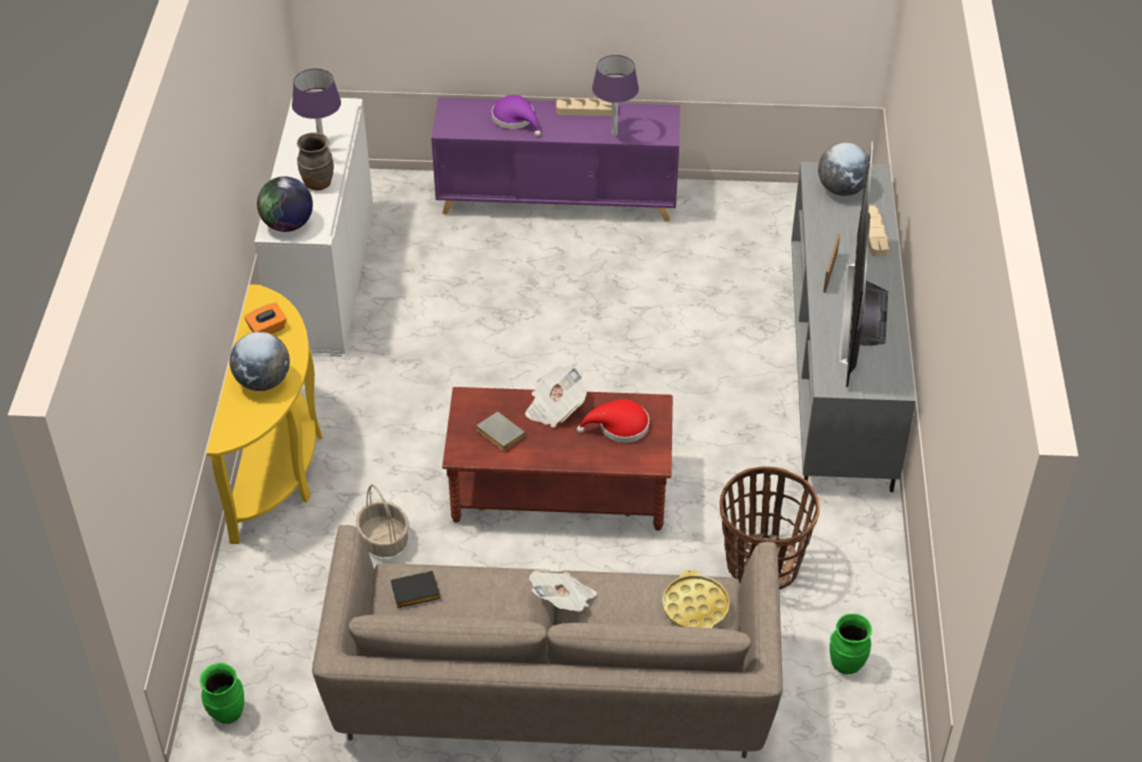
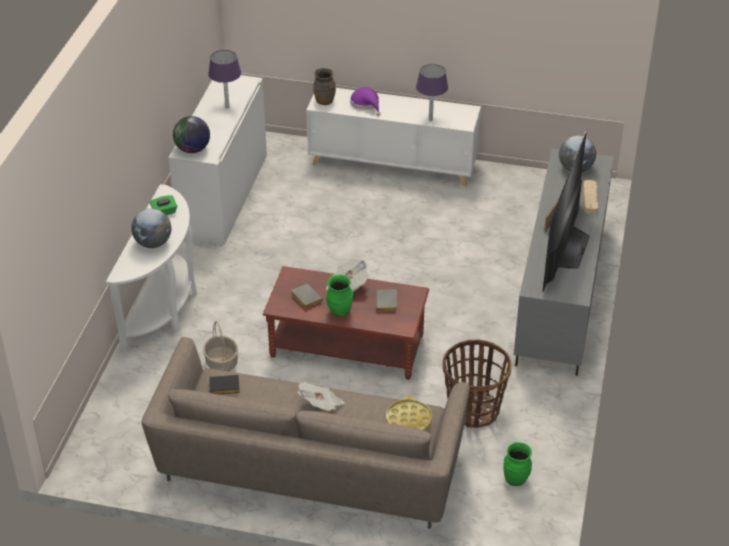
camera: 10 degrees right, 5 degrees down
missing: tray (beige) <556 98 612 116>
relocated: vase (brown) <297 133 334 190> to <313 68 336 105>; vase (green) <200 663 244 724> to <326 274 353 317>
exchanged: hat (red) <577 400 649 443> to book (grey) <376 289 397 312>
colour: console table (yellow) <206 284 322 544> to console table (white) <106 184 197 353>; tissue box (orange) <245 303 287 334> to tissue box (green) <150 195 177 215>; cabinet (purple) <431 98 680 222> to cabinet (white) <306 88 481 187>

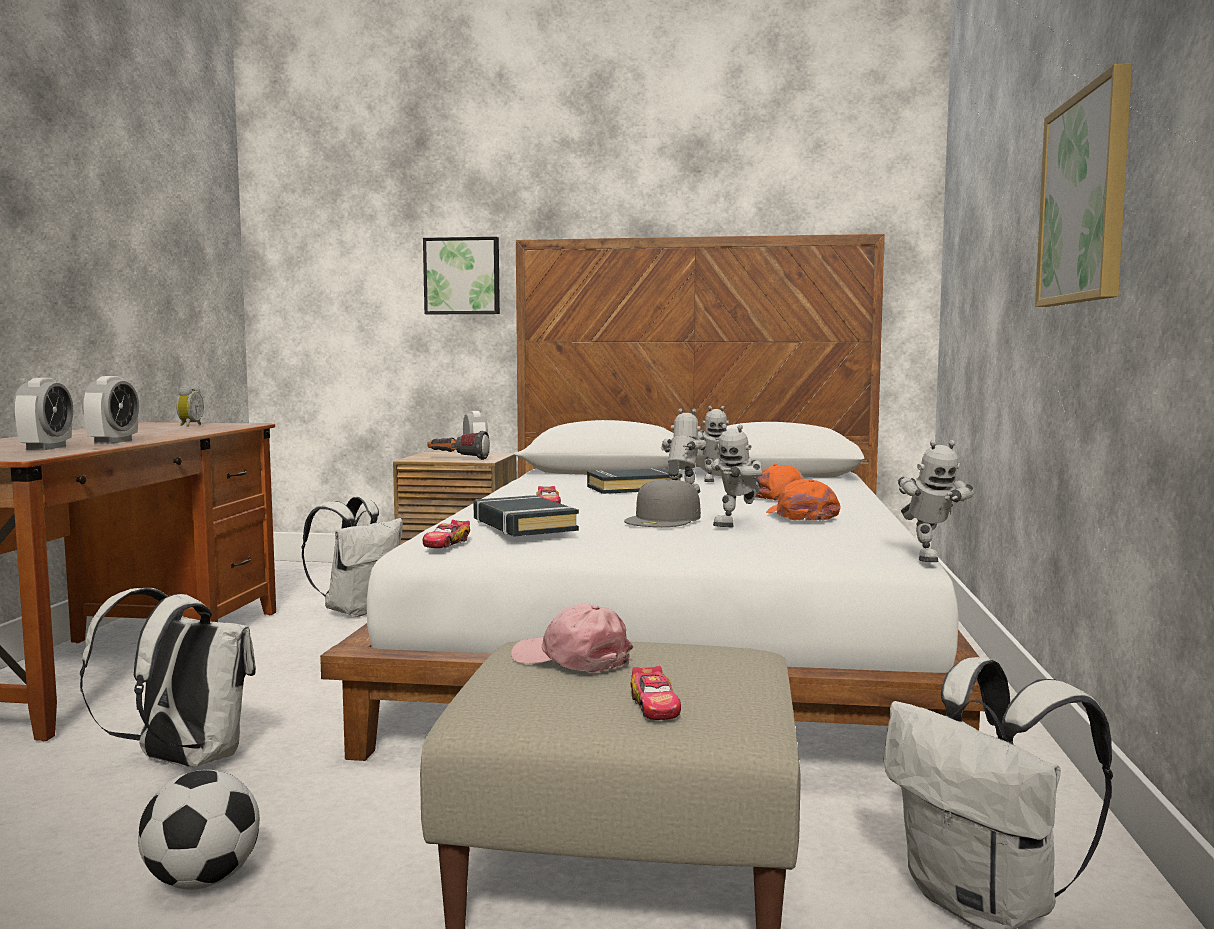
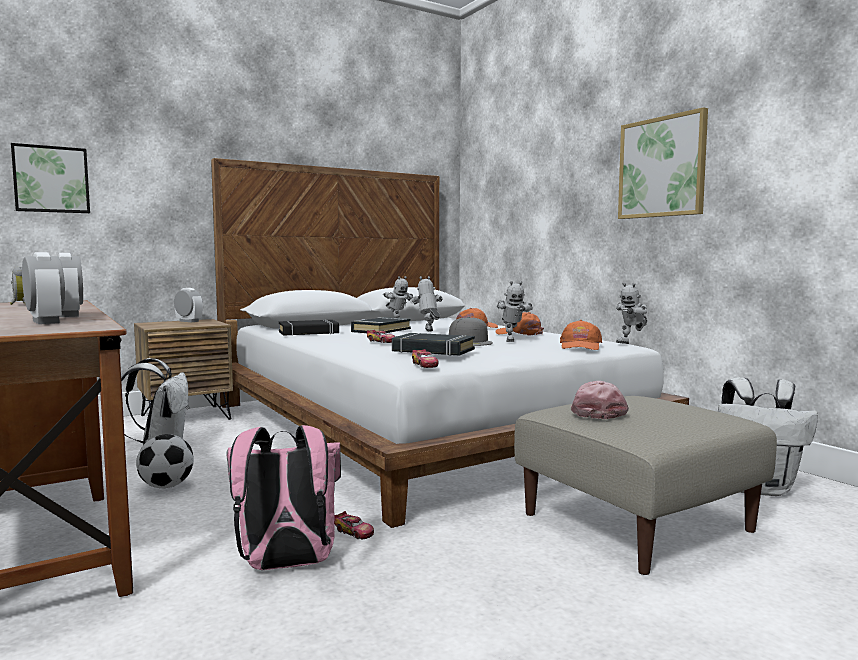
camera: 40 degrees left, 0 degrees up
missing: flashlight <427 431 490 460>
appeared: book (black) <279 320 339 336>; cap (orange) <560 320 602 350>
relocated: picture <423 237 500 314> to <11 143 90 213>; football <138 770 260 890> to <136 434 194 488>; toy car <631 666 681 720> to <334 511 374 540>
colour: backpack (white) <80 588 256 768> to backpack (pink) <227 425 341 570>
spun: cap (pink) <511 604 633 673> = <571 381 629 419> 105 degrees clockwise; toy robot <897 440 974 562> = <616 282 647 344> 90 degrees clockwise

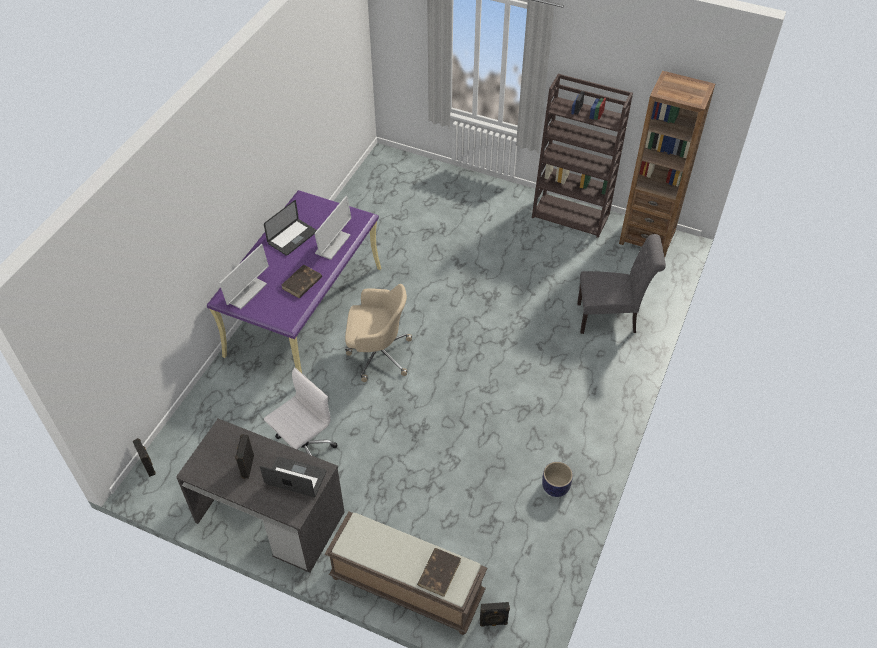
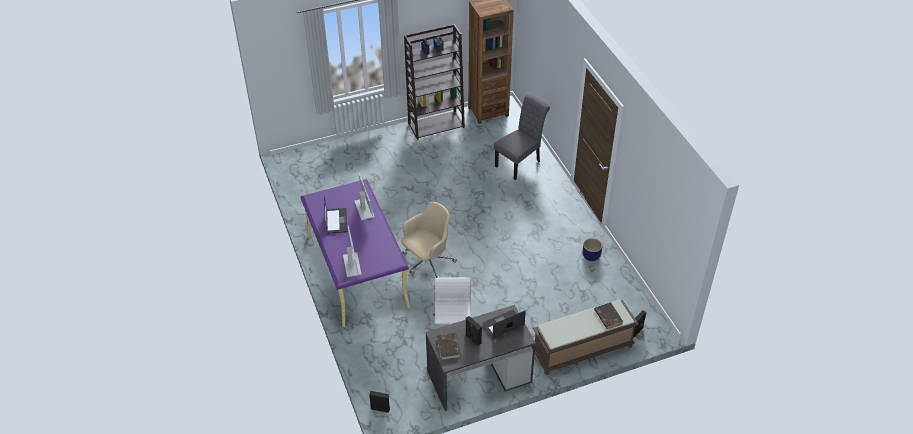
camera: 45 degrees left, 5 degrees down
relocated: book (brown) <282 264 322 298> to <437 333 461 360>

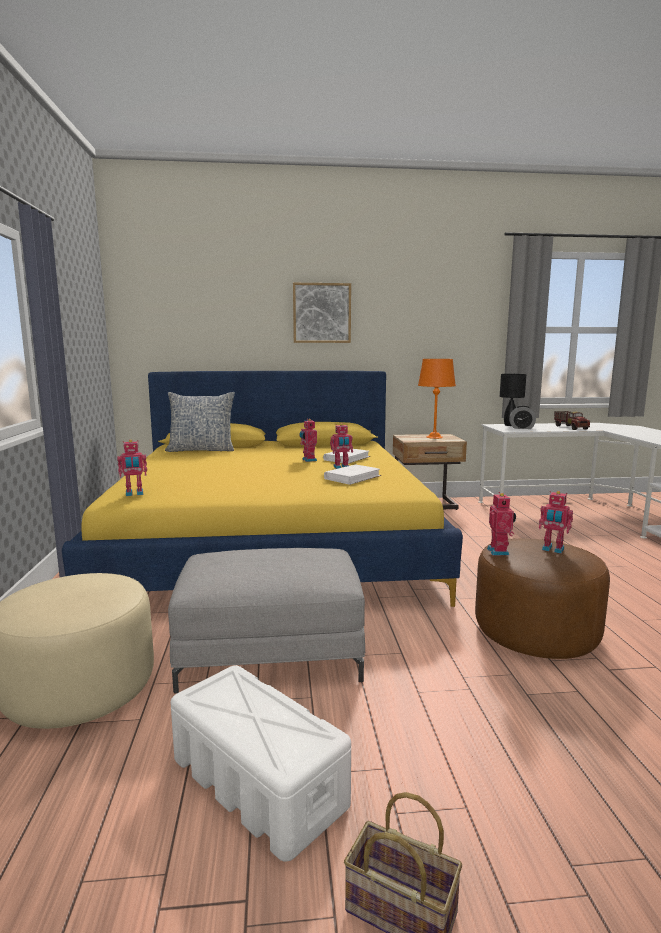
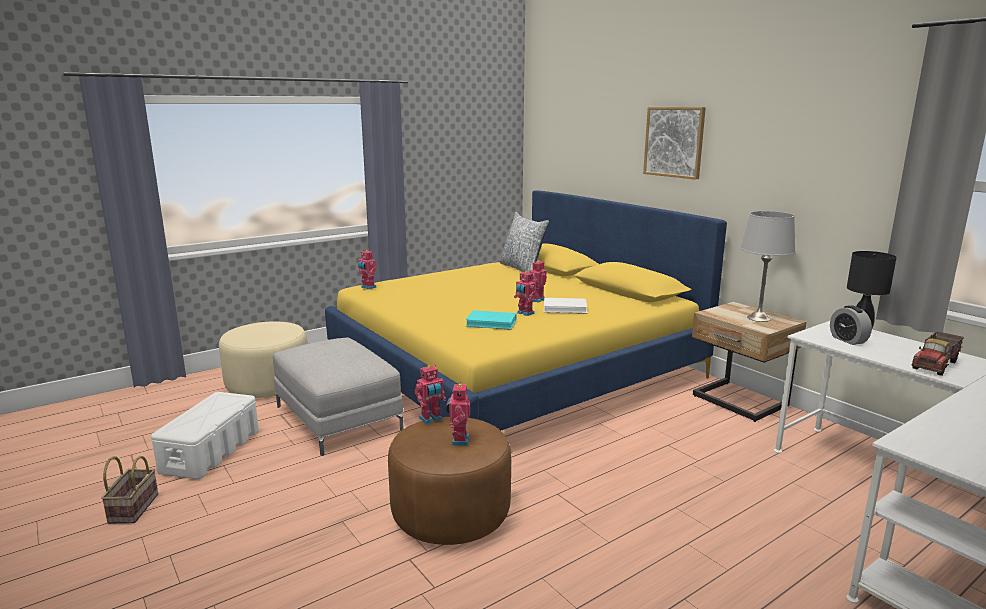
camera: 60 degrees right, 5 degrees up
colour: book (white) <324 464 381 485> to book (turquoise) <466 310 517 330>; table lamp (orange) <418 359 456 439> to table lamp (grey) <740 211 796 322>

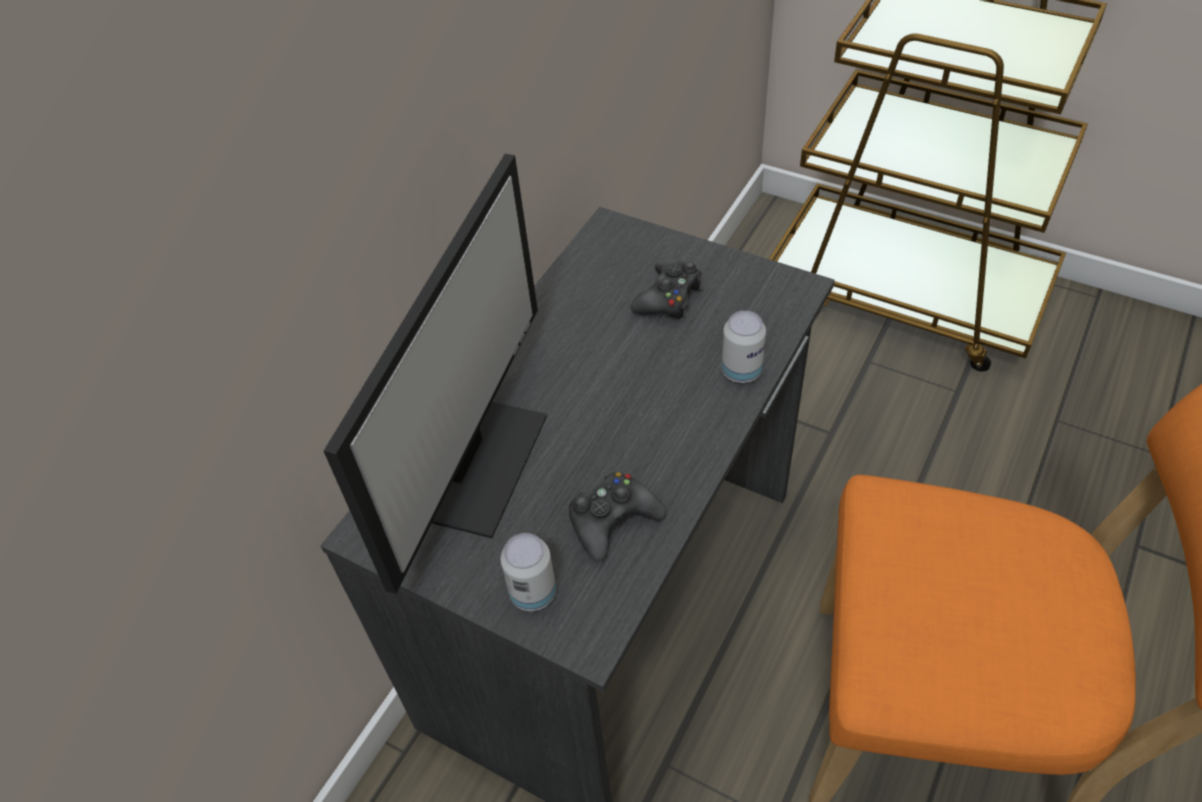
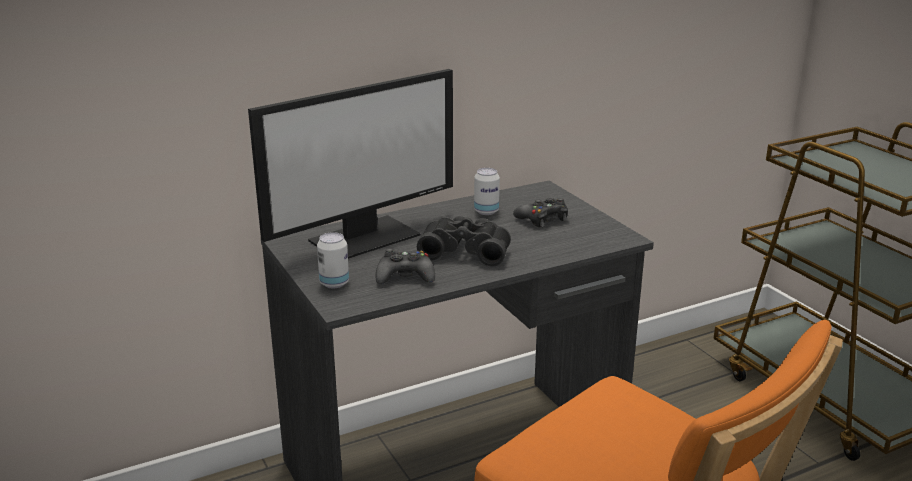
camera: 30 degrees right, 25 degrees down
appeared: binoculars (black) <417 216 511 266>
relocated: can <722 311 766 383> to <474 168 500 215>

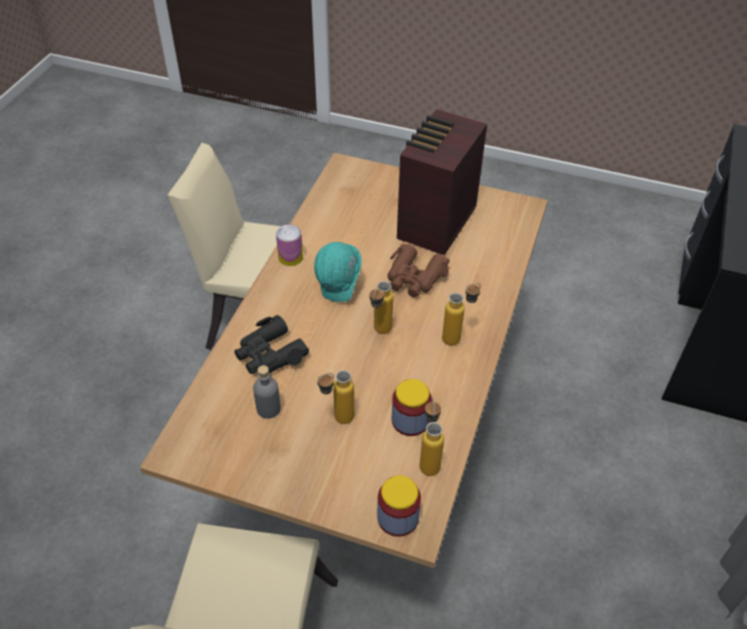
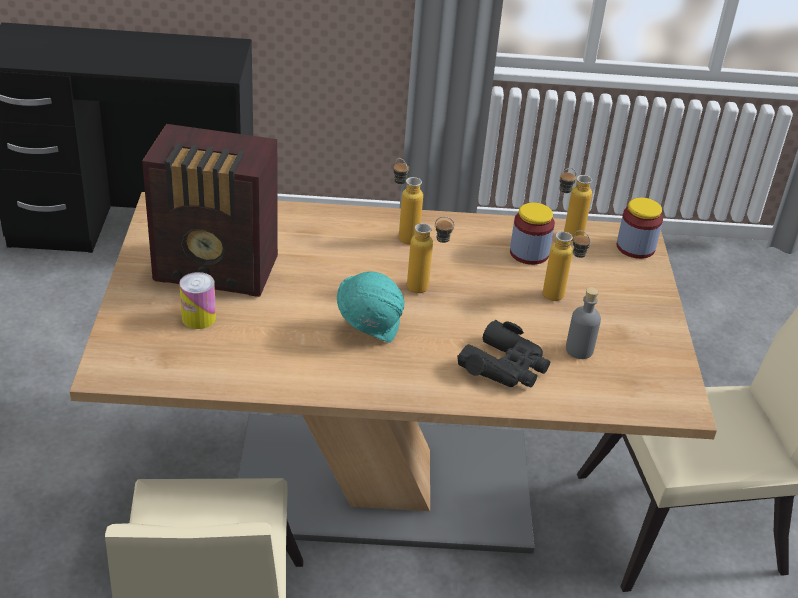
camera: 110 degrees left, 10 degrees down
missing: binoculars (brown) <387 244 450 297>
relocated: can <276 224 303 266> to <179 272 216 329>

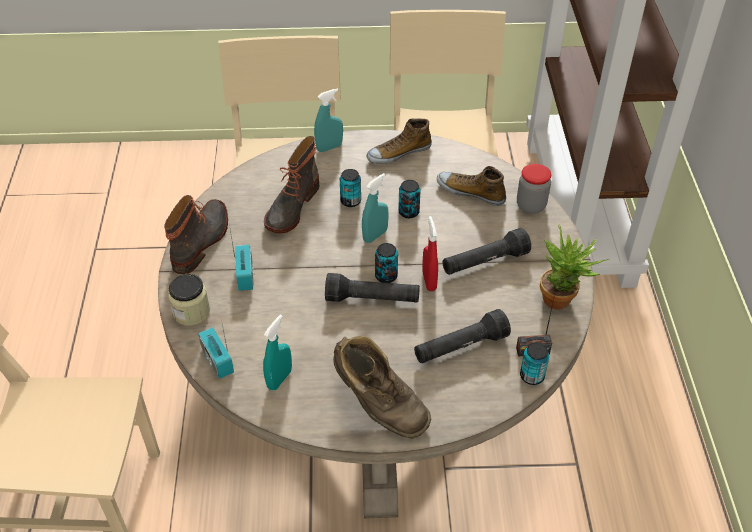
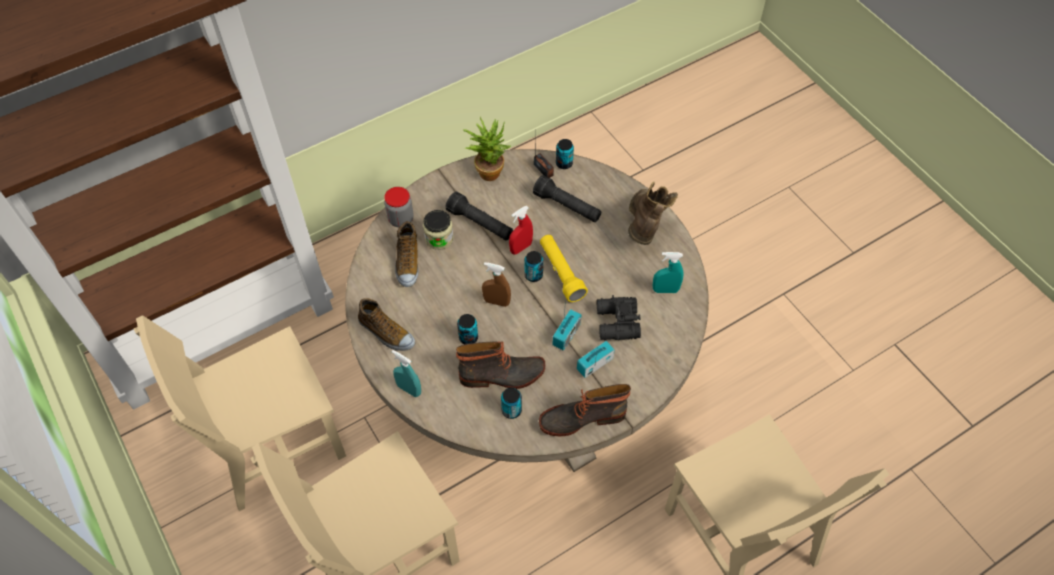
camera: 120 degrees left, 10 degrees up
appeared: binoculars (black) <597 295 641 340>
relocated: jar <168 274 210 326> to <423 210 454 250>; can <398 180 421 218> to <501 387 522 419>; radio <198 320 234 379> to <552 297 581 351>
colour: spray bottle (turquoise) <362 173 389 243> to spray bottle (brown) <482 262 511 307>; flashlight (black) <325 273 420 302> to flashlight (yellow) <540 235 588 302>

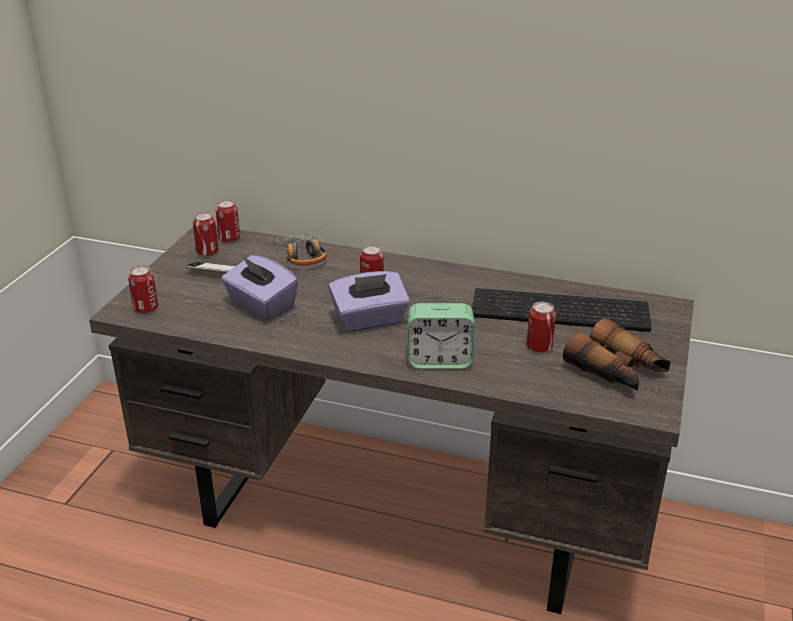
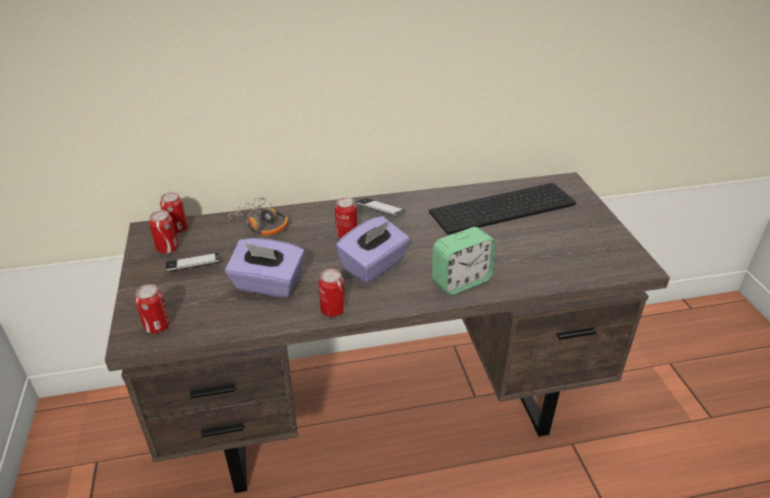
camera: 30 degrees left, 5 degrees up
missing: binoculars <563 318 671 391>
appeared: phone <356 198 406 216>
relocated: can <527 302 556 353> to <318 269 345 317>

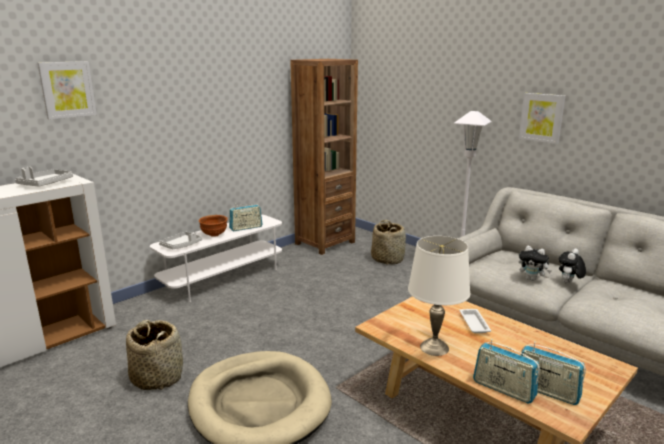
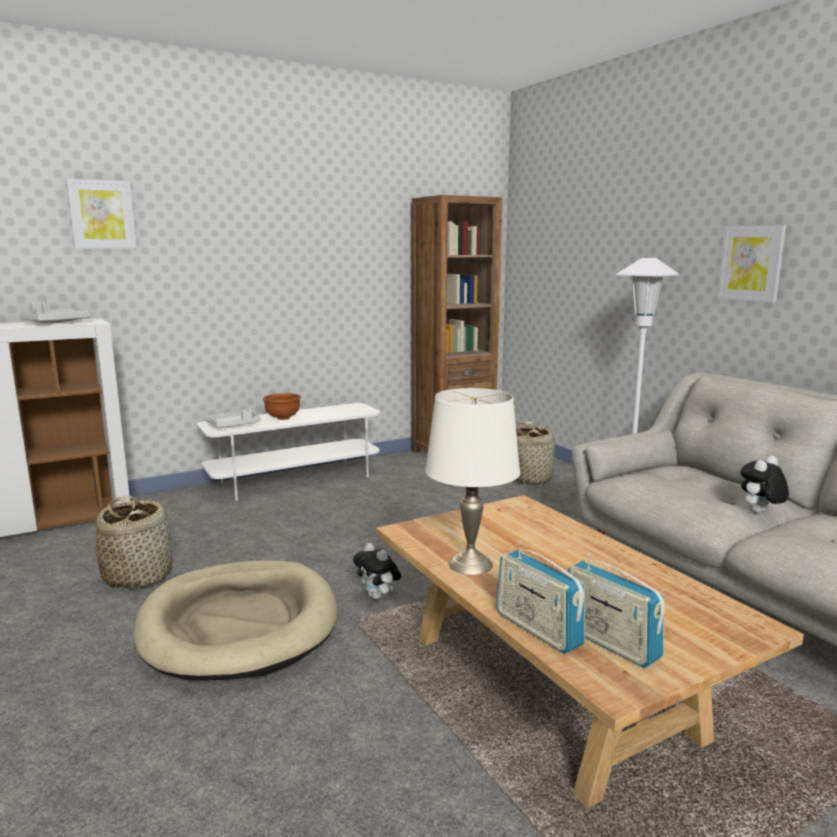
camera: 15 degrees right, 5 degrees down
missing: radio <229 203 263 231>; tray (white) <459 309 491 333>
relocated: plush toy <519 246 551 281> to <353 543 401 600>

